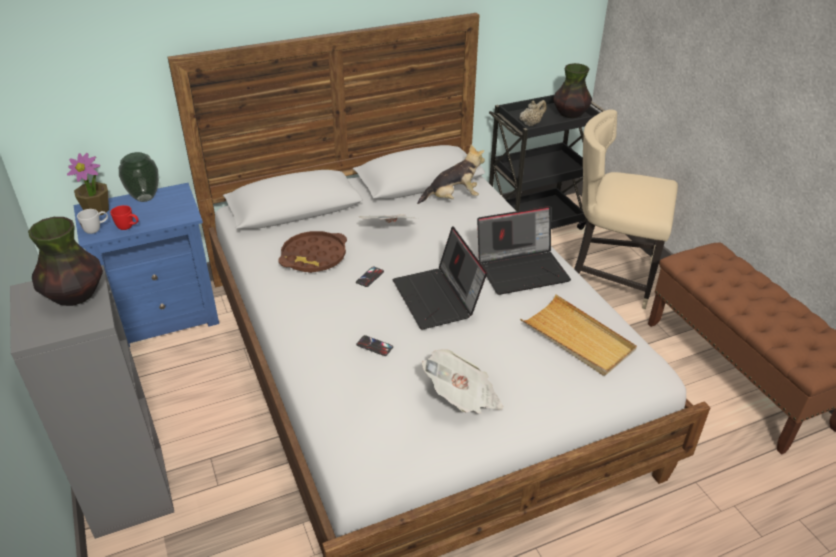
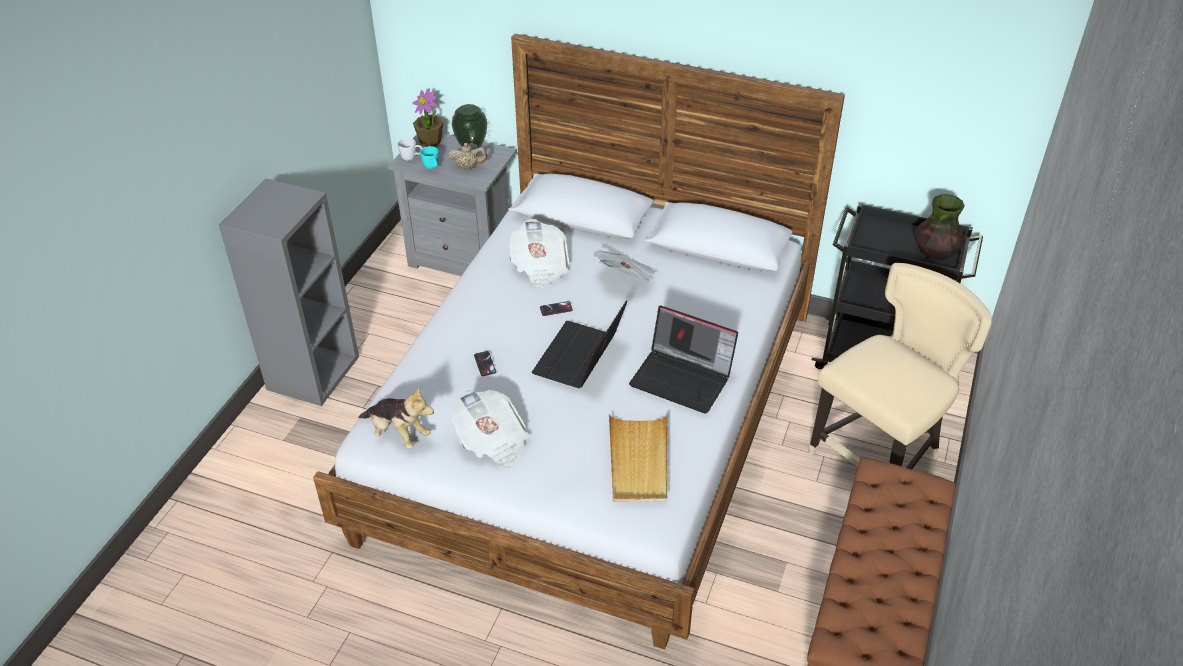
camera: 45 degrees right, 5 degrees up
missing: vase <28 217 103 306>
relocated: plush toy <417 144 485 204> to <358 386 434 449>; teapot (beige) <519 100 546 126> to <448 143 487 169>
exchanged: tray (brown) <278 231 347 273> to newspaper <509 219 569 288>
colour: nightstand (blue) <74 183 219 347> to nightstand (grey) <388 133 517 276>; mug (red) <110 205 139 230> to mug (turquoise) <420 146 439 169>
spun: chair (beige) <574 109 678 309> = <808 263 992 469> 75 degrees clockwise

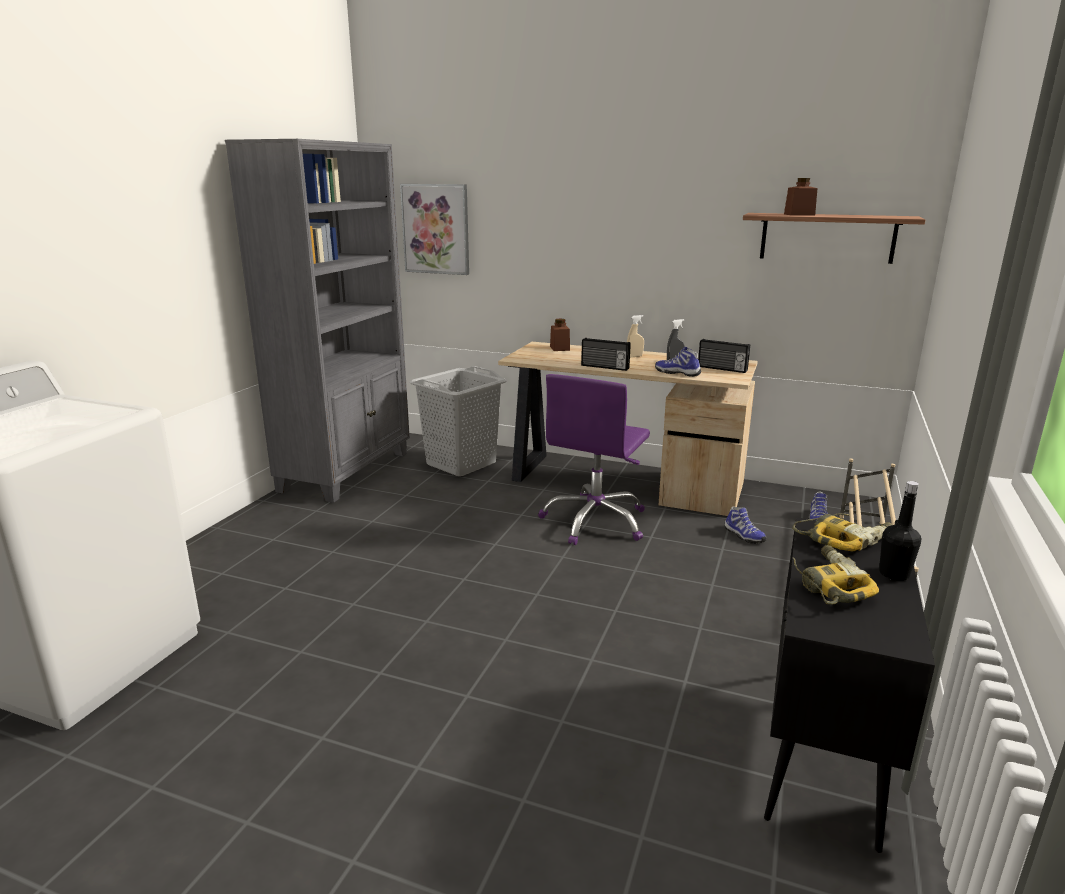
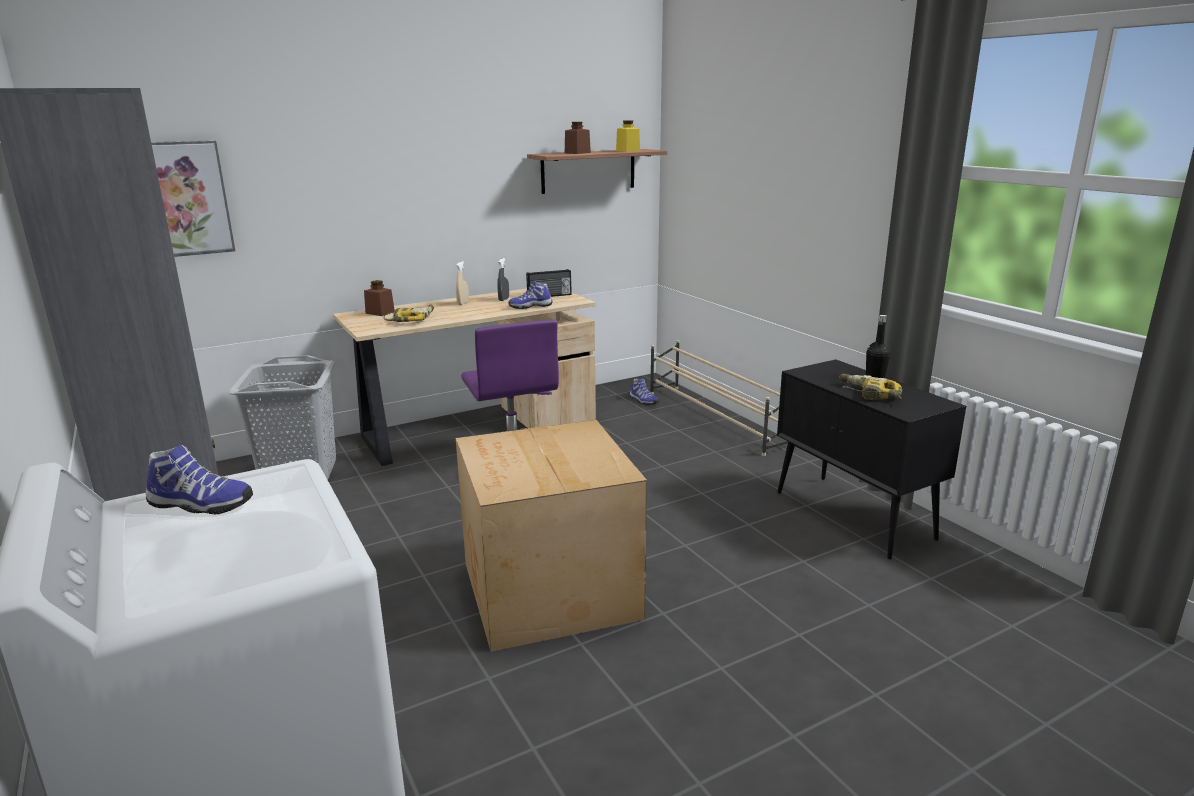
camera: 50 degrees left, 0 degrees up
missing: radio <581 338 631 371>
appeared: cardboard box <456 420 647 652>; jar (yellow) <616 120 640 152>
relocated: shoe <724 506 767 544> to <146 445 253 514>; power drill <792 513 893 551> to <384 305 434 322>

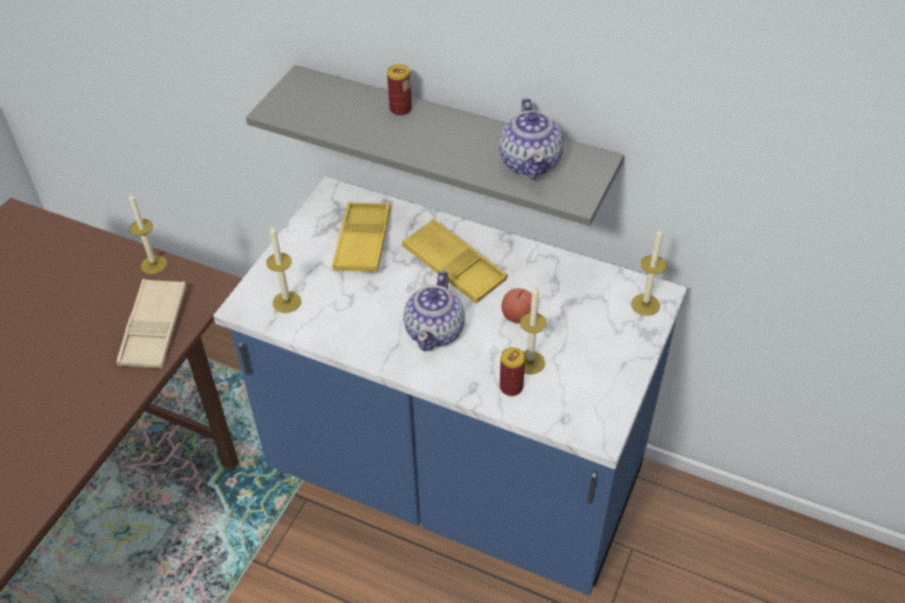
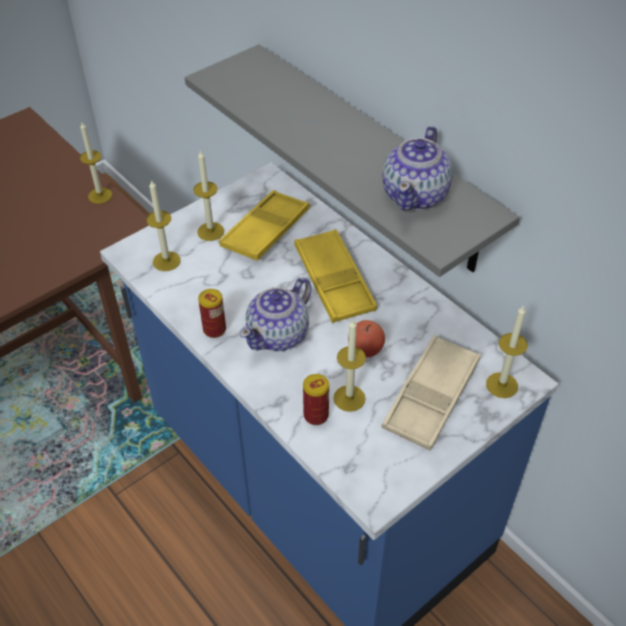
camera: 25 degrees right, 0 degrees up
appeared: candle <193 150 224 241>
relocated: can <387 64 412 116> to <198 289 226 338>; tray (beige) <116 279 186 369> to <381 335 481 450>

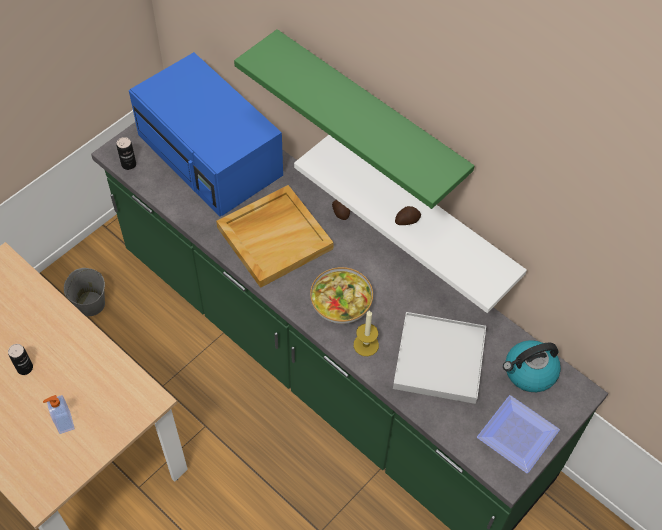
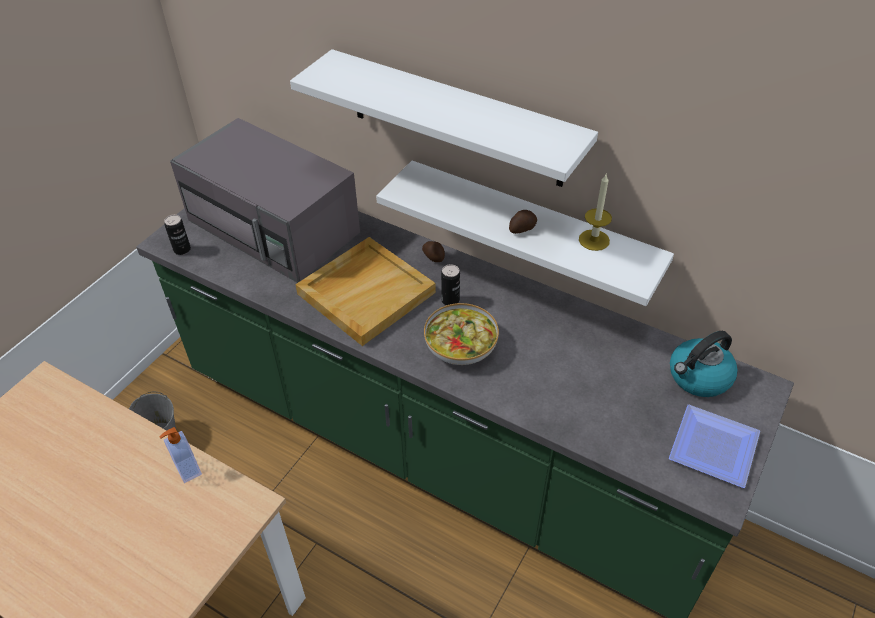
camera: 10 degrees left, 10 degrees down
missing: tray (white) <393 312 486 404>
relocated: soap dispenser <43 395 75 434> to <160 427 202 483>; can <8 344 33 375> to <441 264 460 305>; candle <354 311 379 356> to <579 173 612 251>
colour: microwave (blue) <129 52 283 217> to microwave (grey) <170 118 360 283>; shelf (green) <234 29 474 209> to shelf (white) <290 49 598 187>

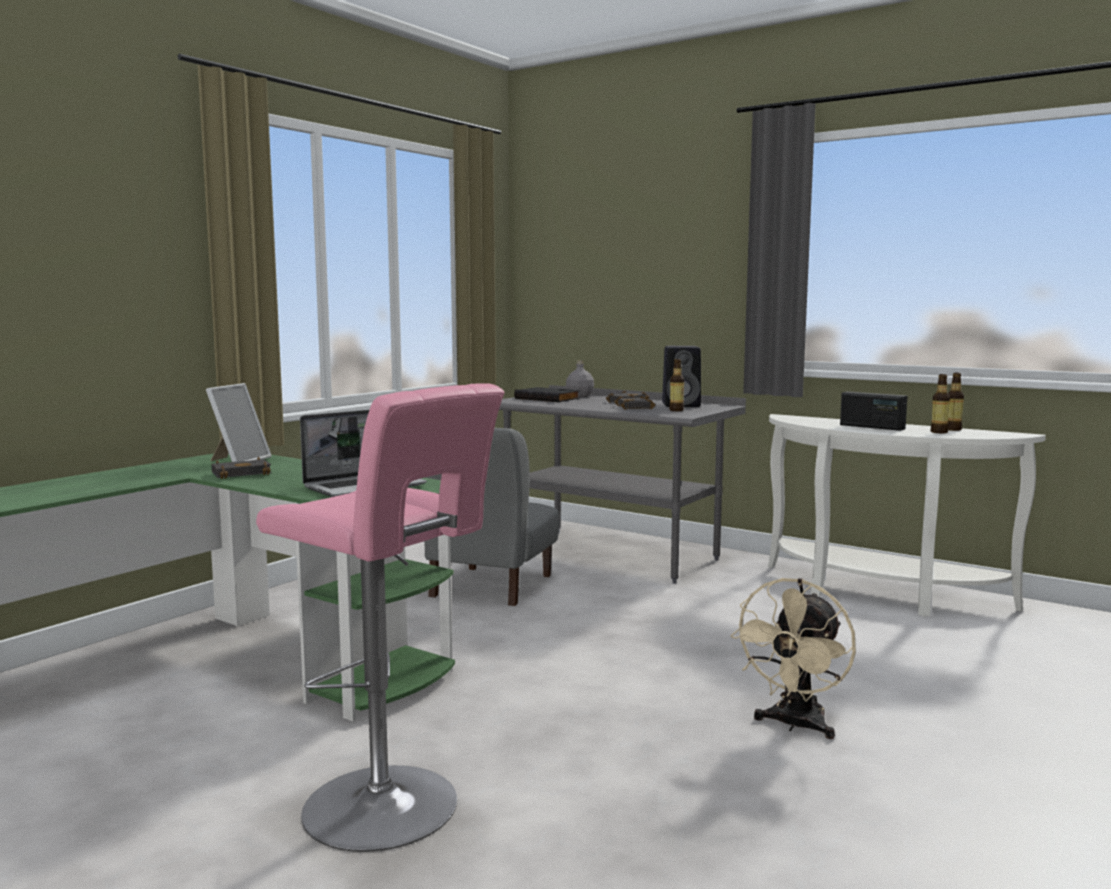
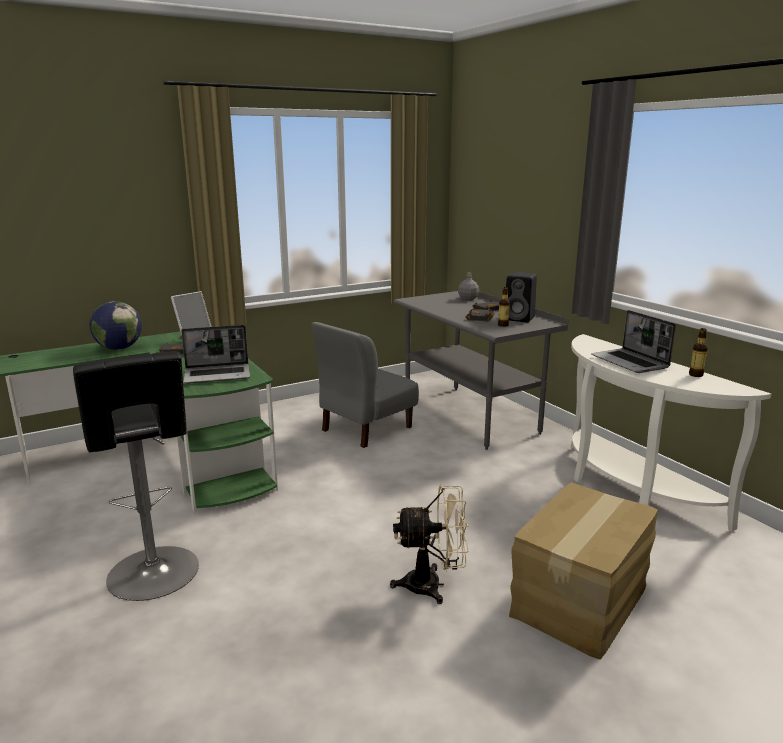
camera: 25 degrees right, 10 degrees up
missing: book (black) <514 387 580 402>; bottle <930 374 950 433>
appeared: globe <90 301 142 350>; cardboard box <509 482 658 660>
exchanged: radio <840 391 907 431> to laptop <591 310 676 373>
colour: stool (pink) <256 383 505 852> to stool (black) <73 351 199 601>
spun: fan (beige) <731 578 856 739> = <390 485 468 604> 150 degrees counterclockwise

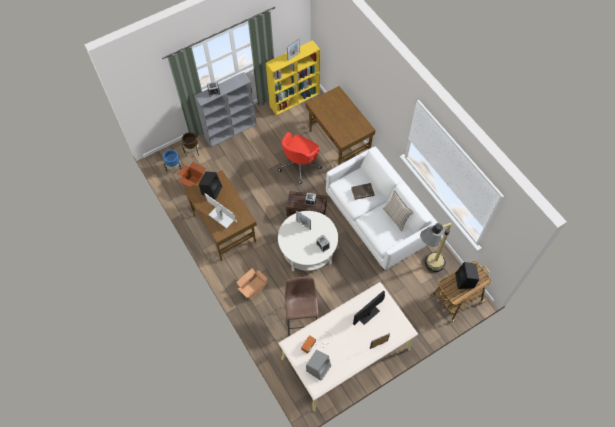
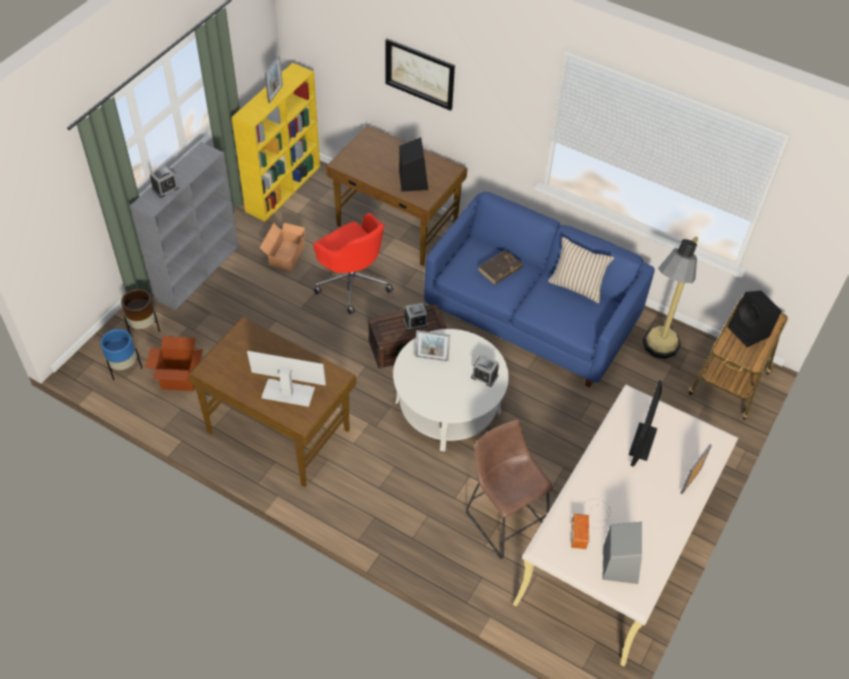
camera: 30 degrees left, 10 degrees down
appeared: picture <386 38 455 111>
relocated: cardboard box <236 268 267 300> to <260 222 308 271>; speaker (black) <199 172 222 200> to <399 137 428 191>
colour: sofa (white) <326 147 438 270> to sofa (blue) <424 191 655 387>
spun: office chair (red) <278 132 322 184> = <313 213 393 314> 45 degrees counterclockwise

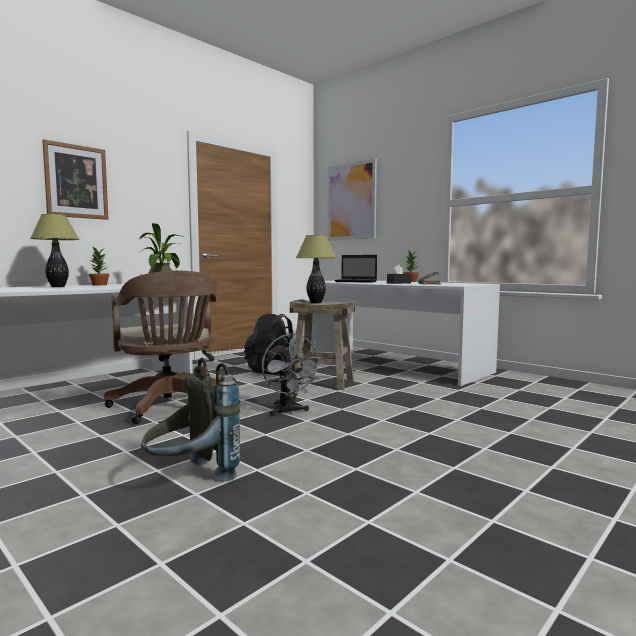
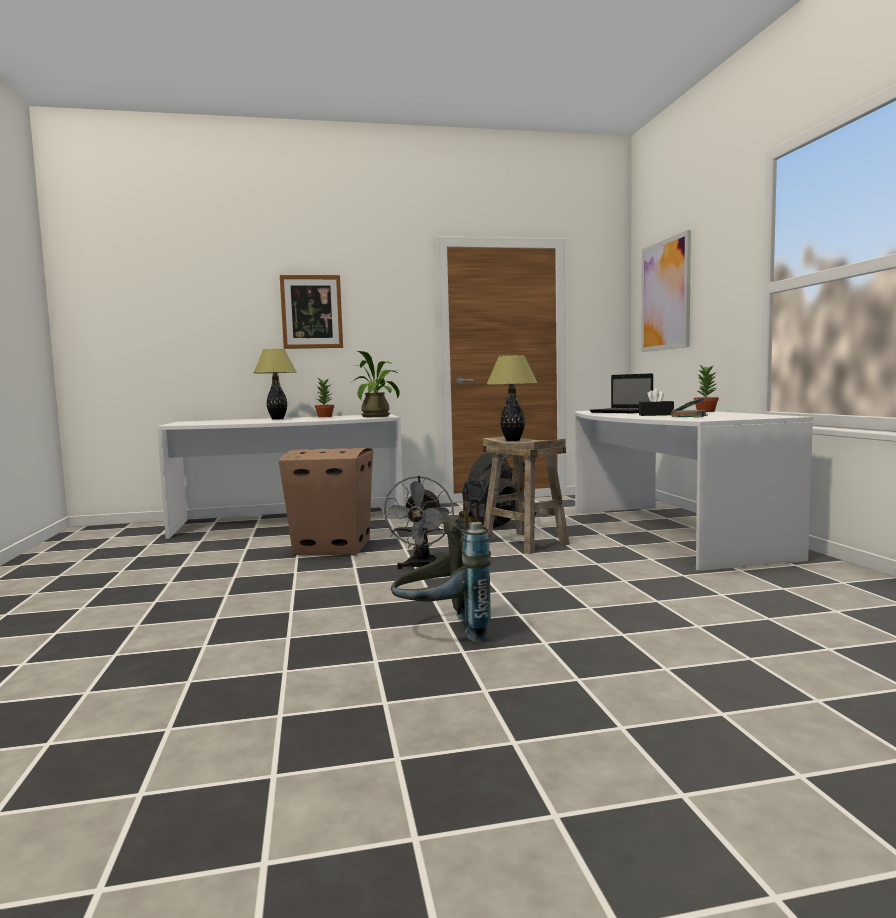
camera: 35 degrees right, 0 degrees up
relocated: backpack (grey) <141 358 240 481> to <391 501 491 642>
exchanged: office chair (brown) <104 270 217 424> to cardboard box <278 448 373 555>

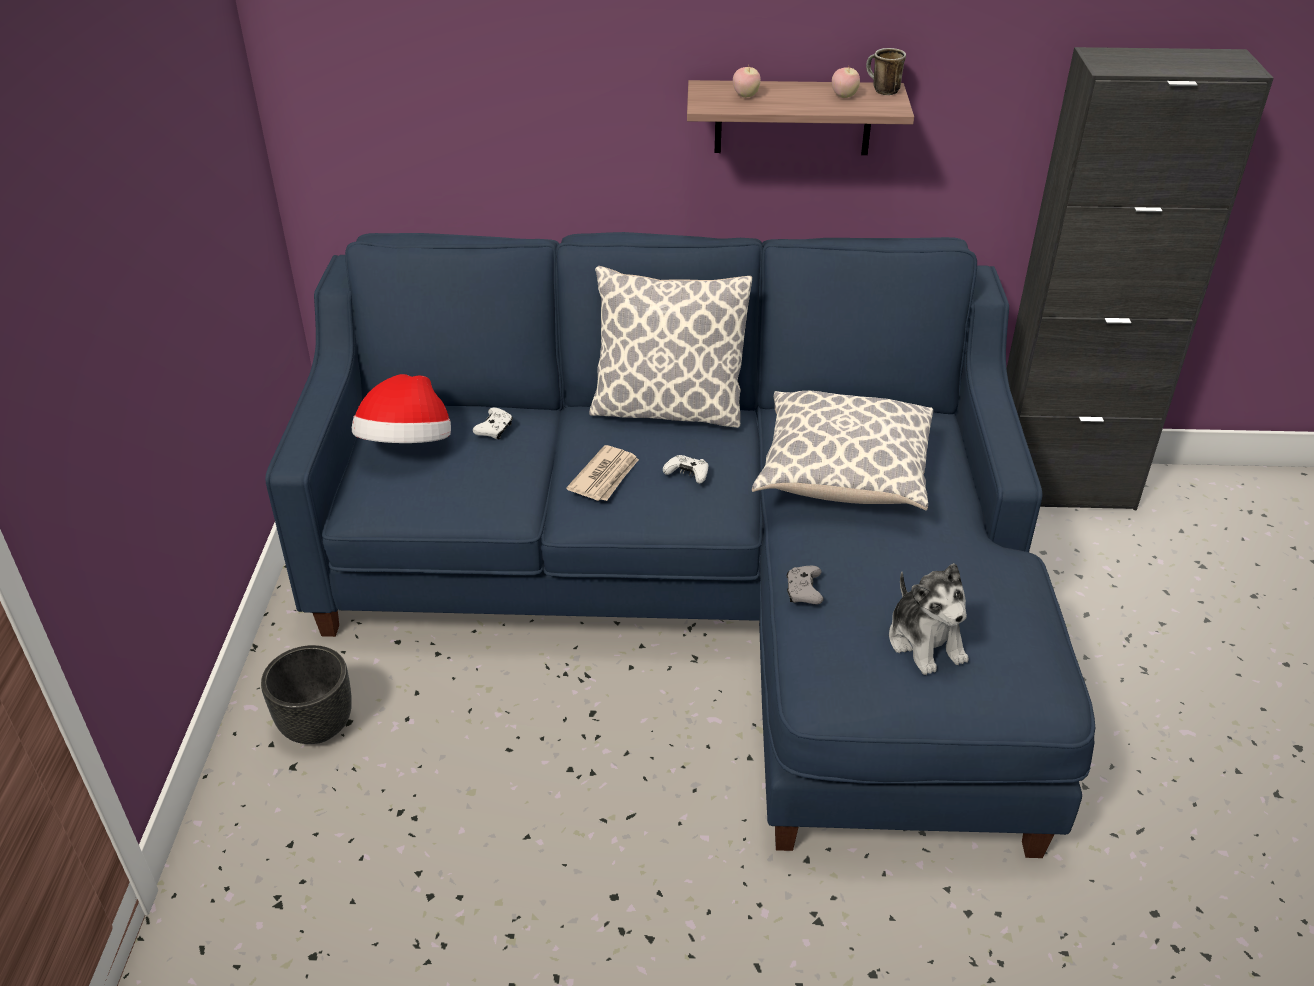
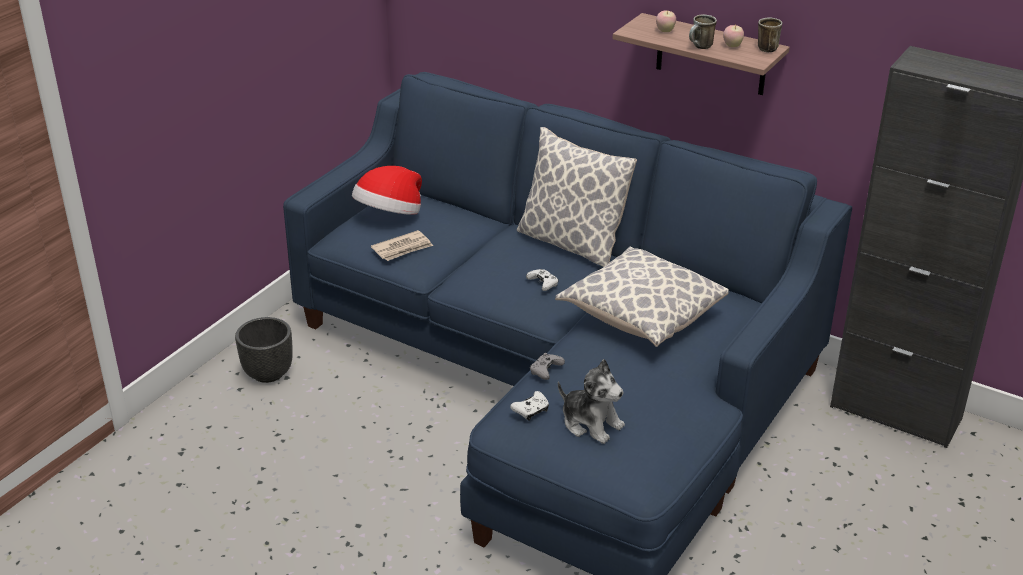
camera: 30 degrees right, 5 degrees down
appeared: mug <689 15 717 49>
relocated: newspaper <566 445 639 501> to <371 230 433 261>; game controller (white) <473 407 513 440> to <510 391 549 421>
spun: plush toy <889 563 969 675> = <558 359 625 444> 60 degrees counterclockwise

